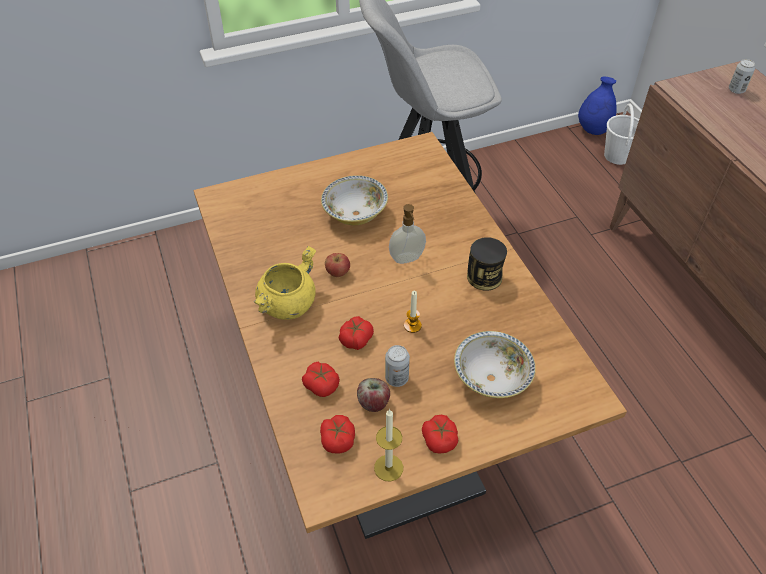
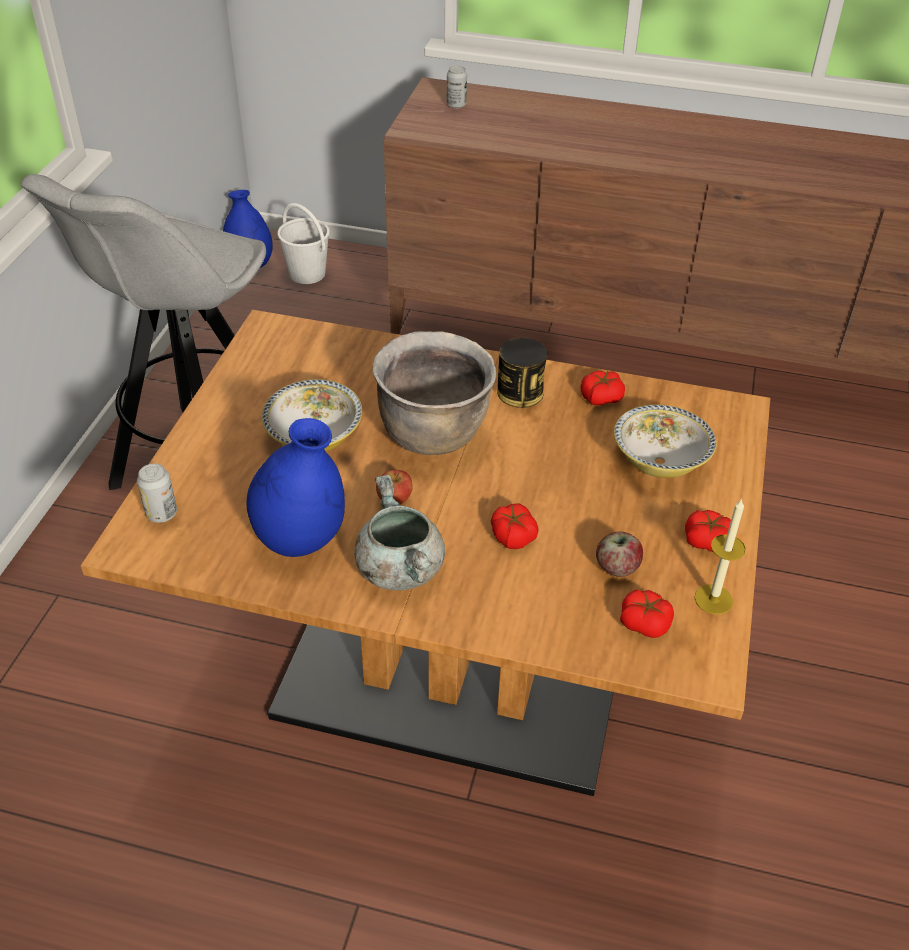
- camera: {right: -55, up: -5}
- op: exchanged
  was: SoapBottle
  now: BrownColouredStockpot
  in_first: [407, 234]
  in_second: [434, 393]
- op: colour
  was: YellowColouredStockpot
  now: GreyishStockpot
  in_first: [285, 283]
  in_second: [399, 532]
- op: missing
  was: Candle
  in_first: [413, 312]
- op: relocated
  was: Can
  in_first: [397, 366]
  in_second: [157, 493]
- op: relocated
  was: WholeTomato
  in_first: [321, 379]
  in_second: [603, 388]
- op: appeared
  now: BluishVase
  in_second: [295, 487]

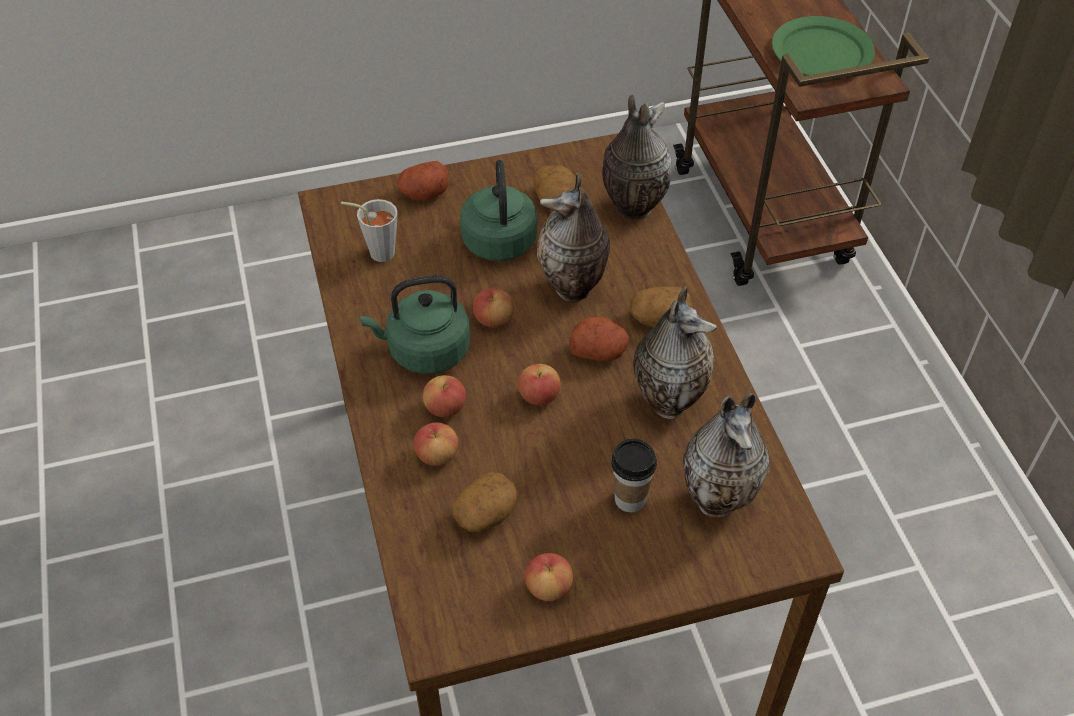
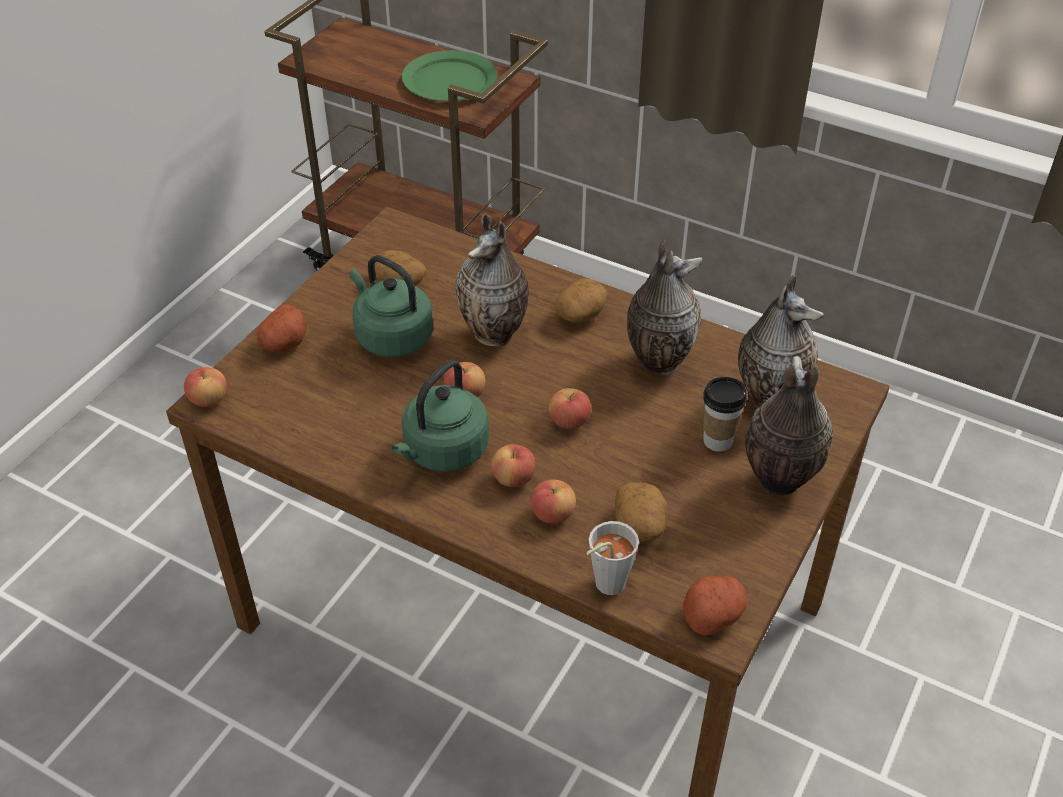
- camera: {right: -45, up: -5}
- op: relocated
  was: Vase
  in_first: [636, 157]
  in_second: [788, 426]
- op: relocated
  was: GreyishDrinkingCup
  in_first: [369, 230]
  in_second: [612, 558]
- op: relocated
  was: Potato
  in_first: [599, 339]
  in_second: [715, 605]
- op: relocated
  was: WholeApple
  in_first: [549, 577]
  in_second: [205, 387]

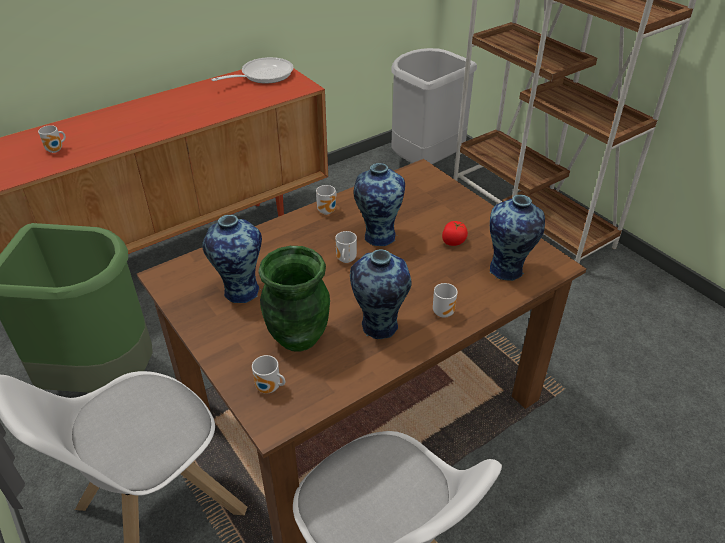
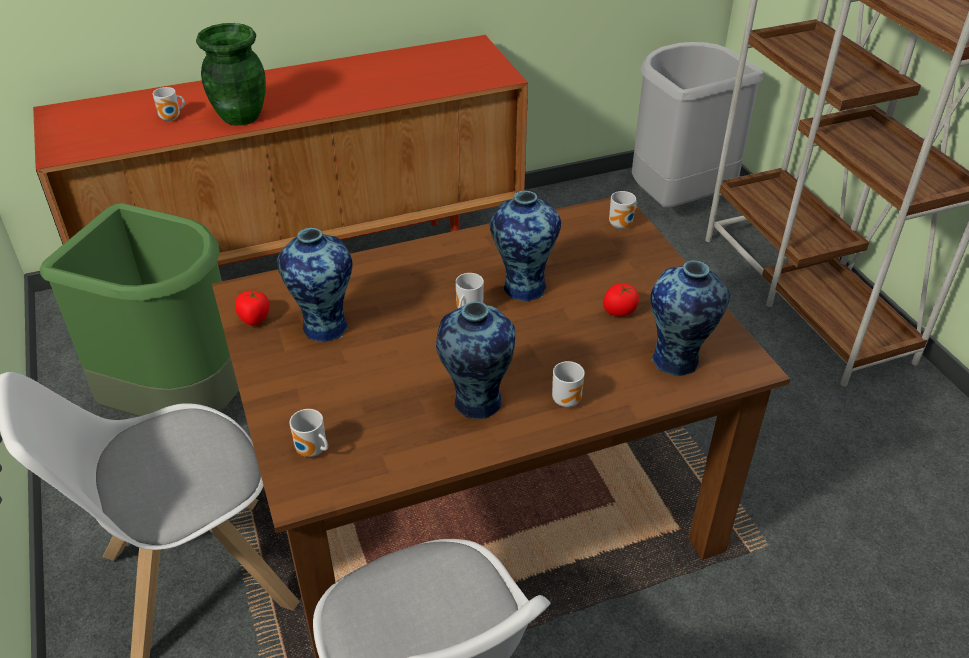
- camera: {right: 15, up: 0}
- op: missing
  was: FryingPan
  in_first: [252, 70]
- op: relocated
  was: CoffeeMug
  in_first: [326, 200]
  in_second: [623, 210]
- op: relocated
  was: GreenColouredVase
  in_first: [294, 299]
  in_second: [231, 74]
- op: appeared
  now: WholeTomato
  in_second: [252, 307]

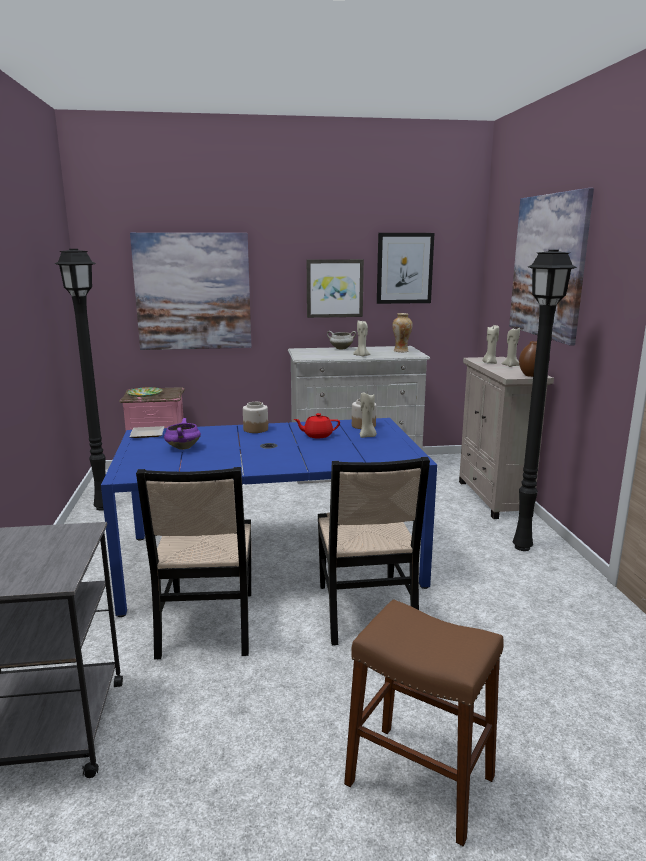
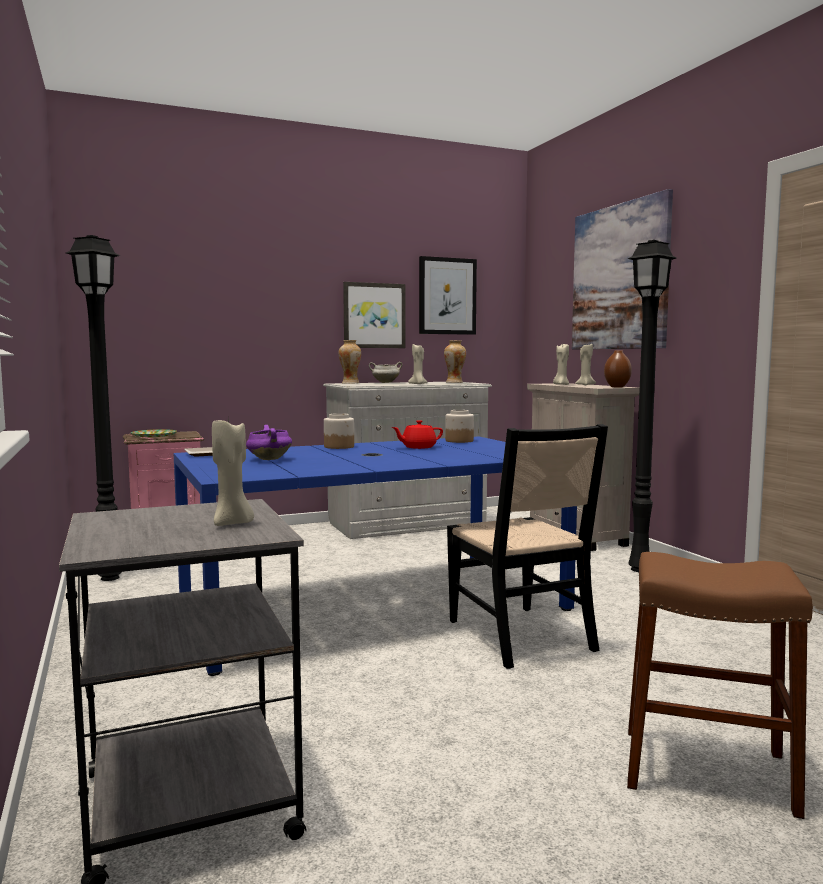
- camera: {right: -15, up: -10}
- op: missing
  was: WallArt
  in_first: [190, 291]
- op: relocated
  was: SandColouredCandle
  in_first: [368, 415]
  in_second: [233, 471]
- op: missing
  was: Chair
  in_first: [193, 563]
- op: appeared
  now: Vase
  in_second: [350, 362]

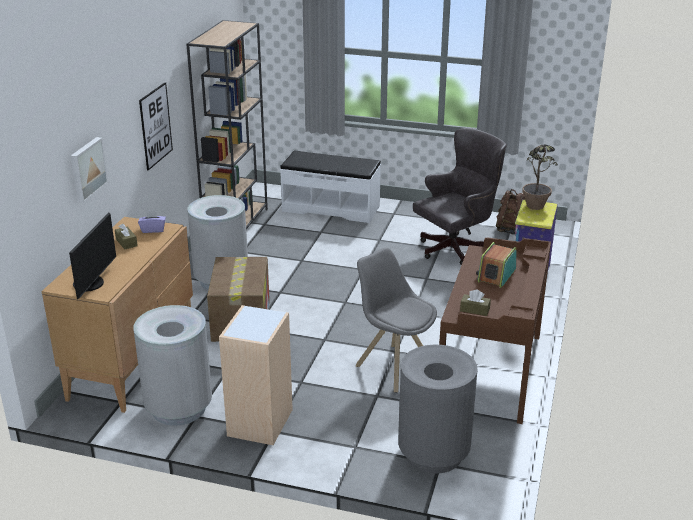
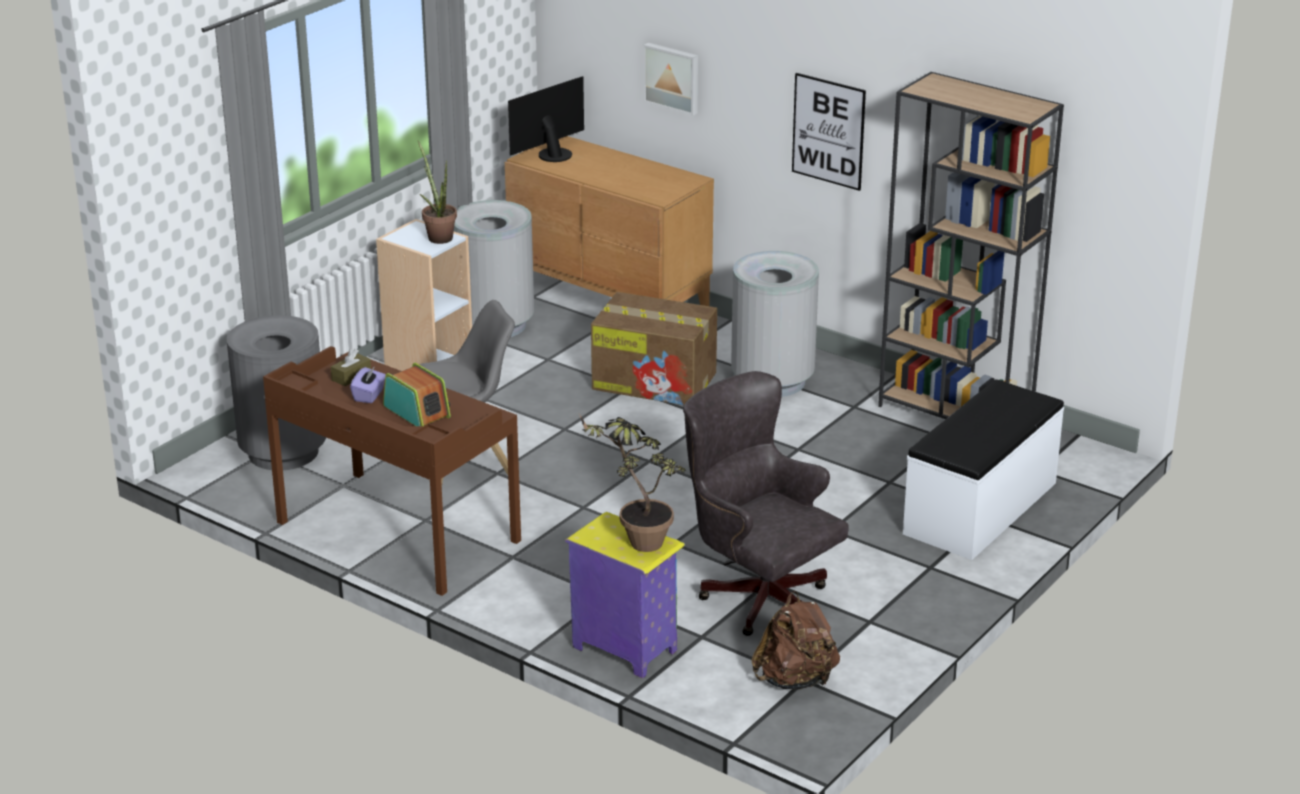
- camera: {right: 110, up: 0}
- op: spun
  was: GreyishDeskChair
  in_first: [460, 196]
  in_second: [766, 503]
  clockwise: 150
- op: relocated
  was: PurpleBoxOfTissues
  in_first: [152, 222]
  in_second: [368, 384]
- op: spun
  was: Monitor
  in_first: [92, 256]
  in_second: [546, 119]
  clockwise: 105
- op: missing
  was: BrownColouredBoxOfTissues
  in_first: [126, 236]
- op: appeared
  now: PottedPlant
  in_second: [437, 192]

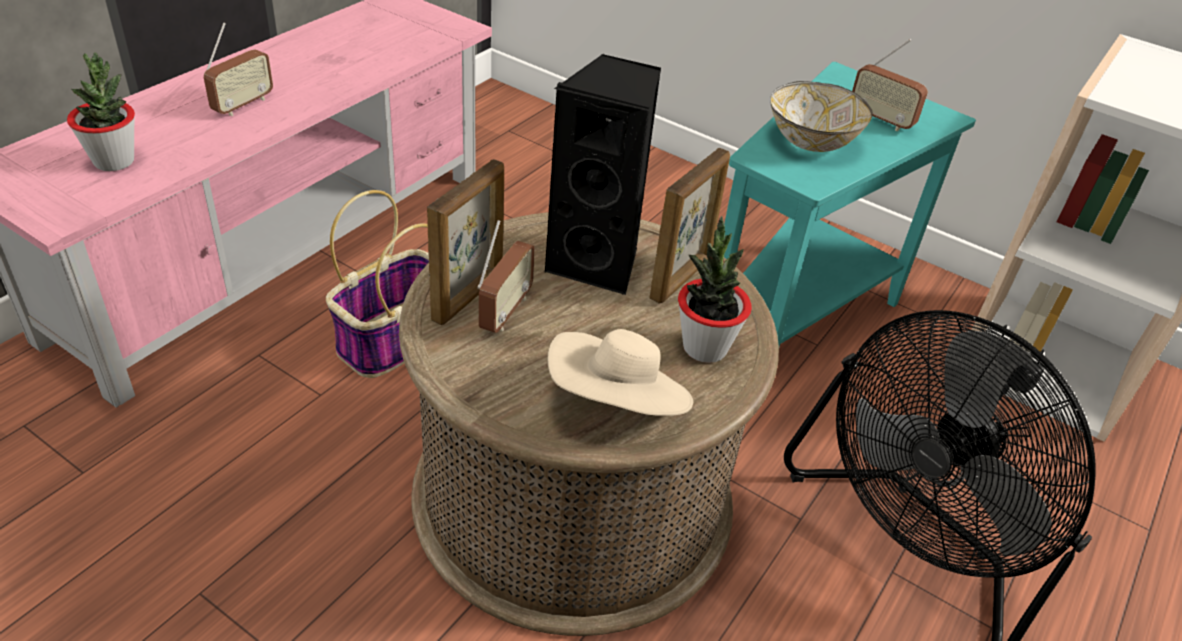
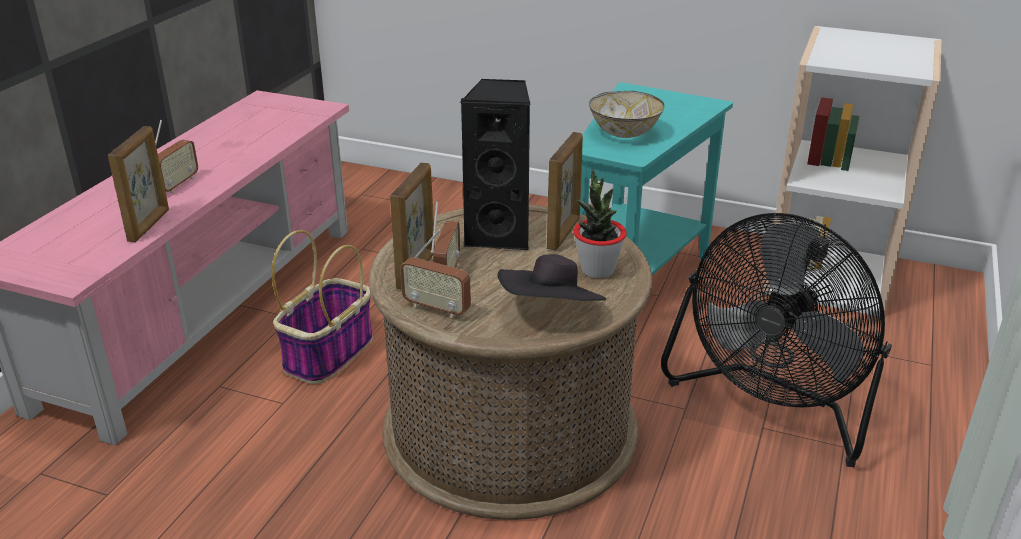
- camera: {right: -10, up: -10}
- op: relocated
  was: Radio
  in_first: [890, 85]
  in_second: [435, 274]
- op: missing
  was: PottedPlant
  in_first: [101, 111]
- op: colour
  was: SandColouredClothingHat
  now: BlackClothingHat
  in_first: [620, 372]
  in_second: [551, 277]
- op: appeared
  now: StandingFrame
  in_second: [138, 184]

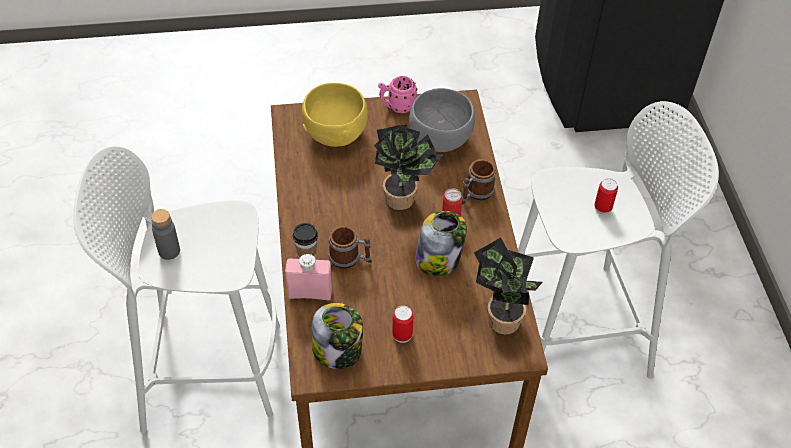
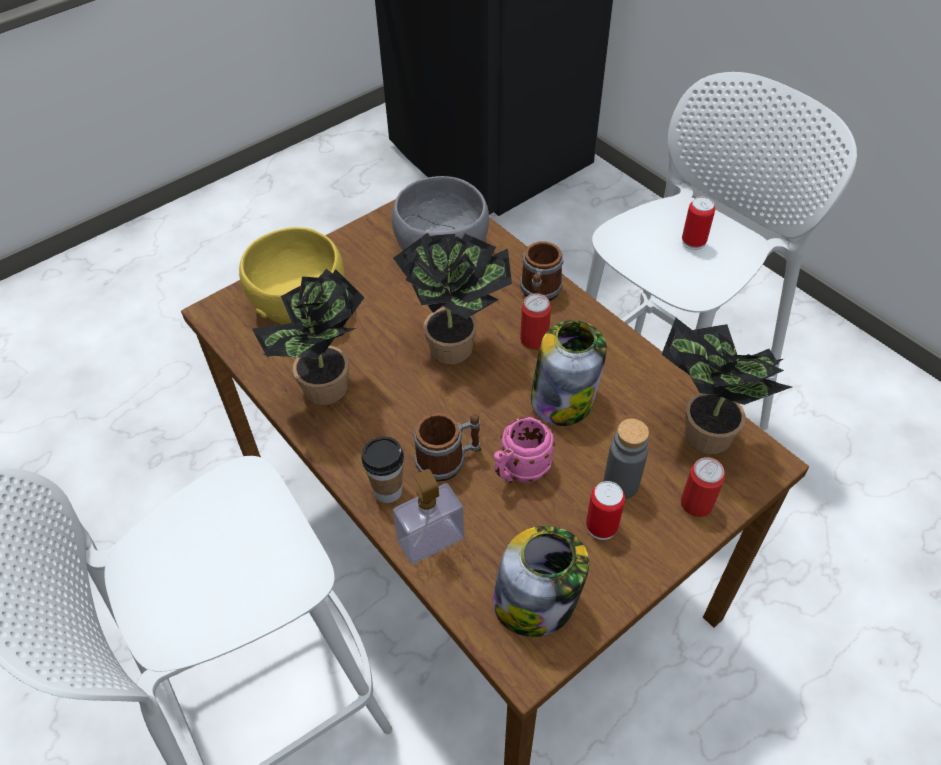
- camera: {right: -30, up: 0}
- op: relocated
  was: PinkishCoffeeMug
  in_first: [397, 94]
  in_second: [524, 450]
- op: relocated
  was: GreyishBeverageBottle
  in_first: [165, 234]
  in_second: [626, 459]
- op: exchanged
  was: PinkishBeverageBottle
  now: SoapBottle
  in_first: [308, 277]
  in_second: [428, 516]
- op: appeared
  now: PottedPlant
  in_second: [308, 337]
- op: appeared
  now: Can
  in_second: [703, 487]

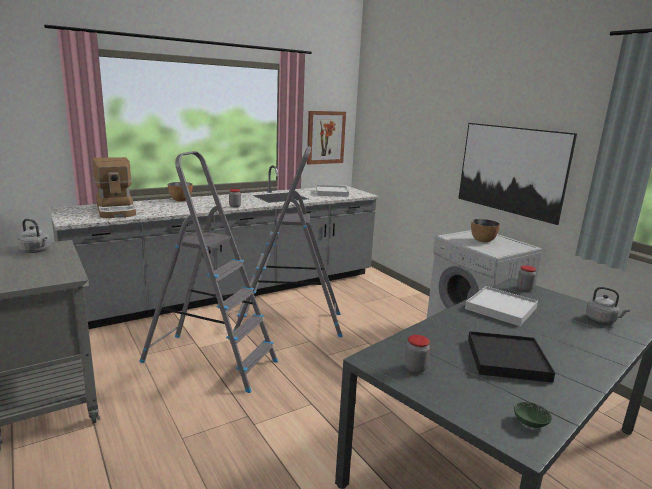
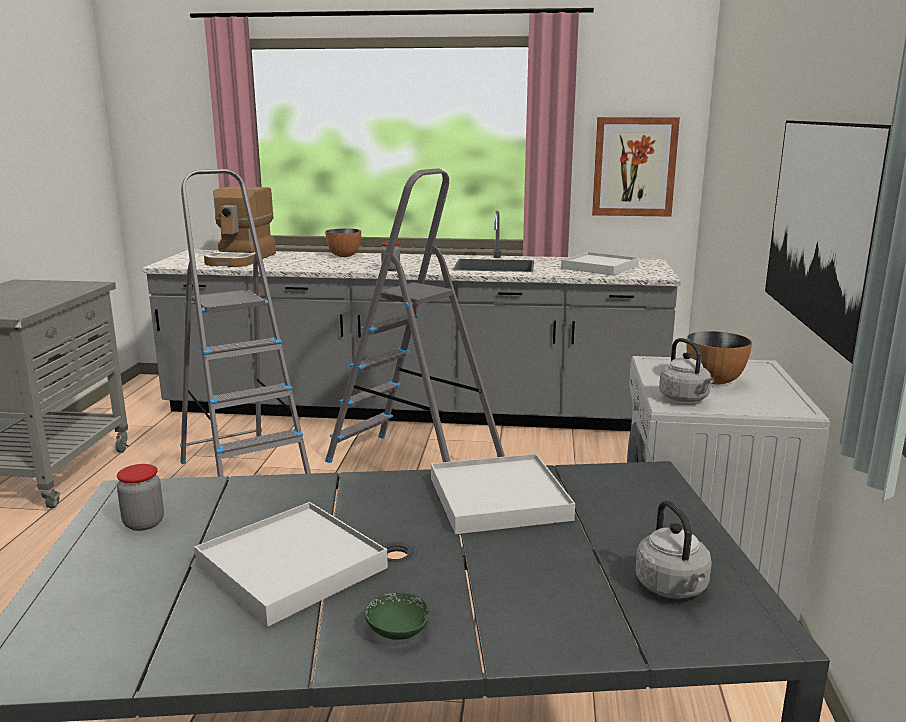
- camera: {right: 40, up: 0}
- op: relocated
  was: GreyishKettle
  in_first: [34, 236]
  in_second: [686, 370]
- op: missing
  was: PreserveJar
  in_first: [526, 278]
- op: colour
  was: BlackServingTray
  now: WhitishServingTray
  in_first: [511, 357]
  in_second: [291, 564]
- op: relocated
  was: GreenColouredBowl
  in_first: [533, 415]
  in_second: [397, 616]

